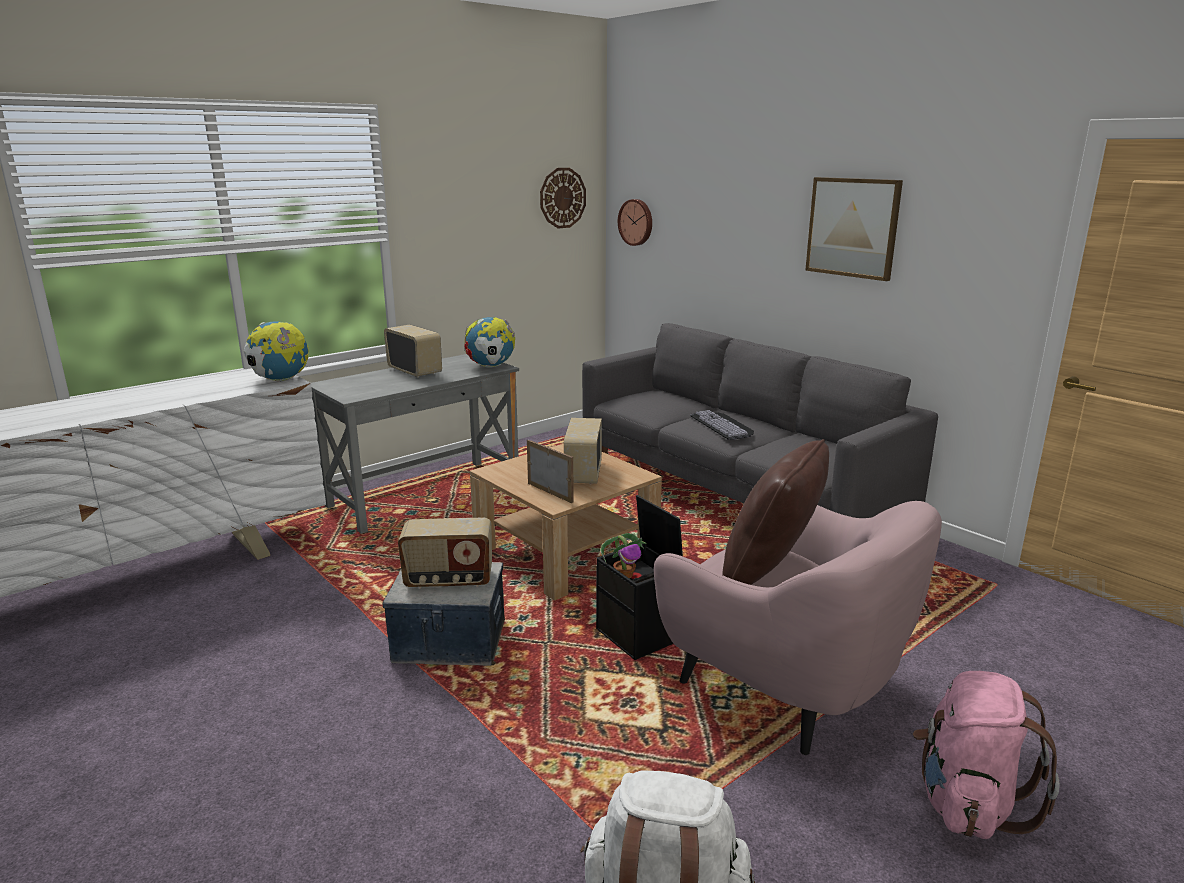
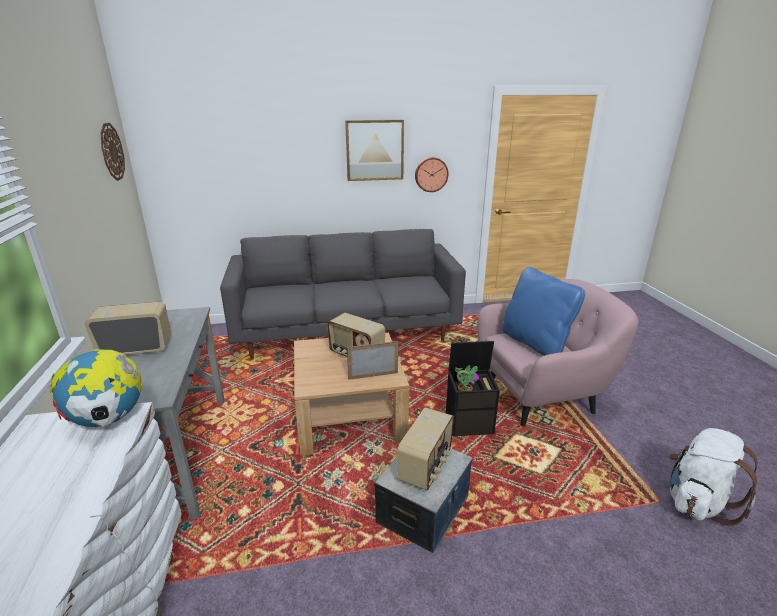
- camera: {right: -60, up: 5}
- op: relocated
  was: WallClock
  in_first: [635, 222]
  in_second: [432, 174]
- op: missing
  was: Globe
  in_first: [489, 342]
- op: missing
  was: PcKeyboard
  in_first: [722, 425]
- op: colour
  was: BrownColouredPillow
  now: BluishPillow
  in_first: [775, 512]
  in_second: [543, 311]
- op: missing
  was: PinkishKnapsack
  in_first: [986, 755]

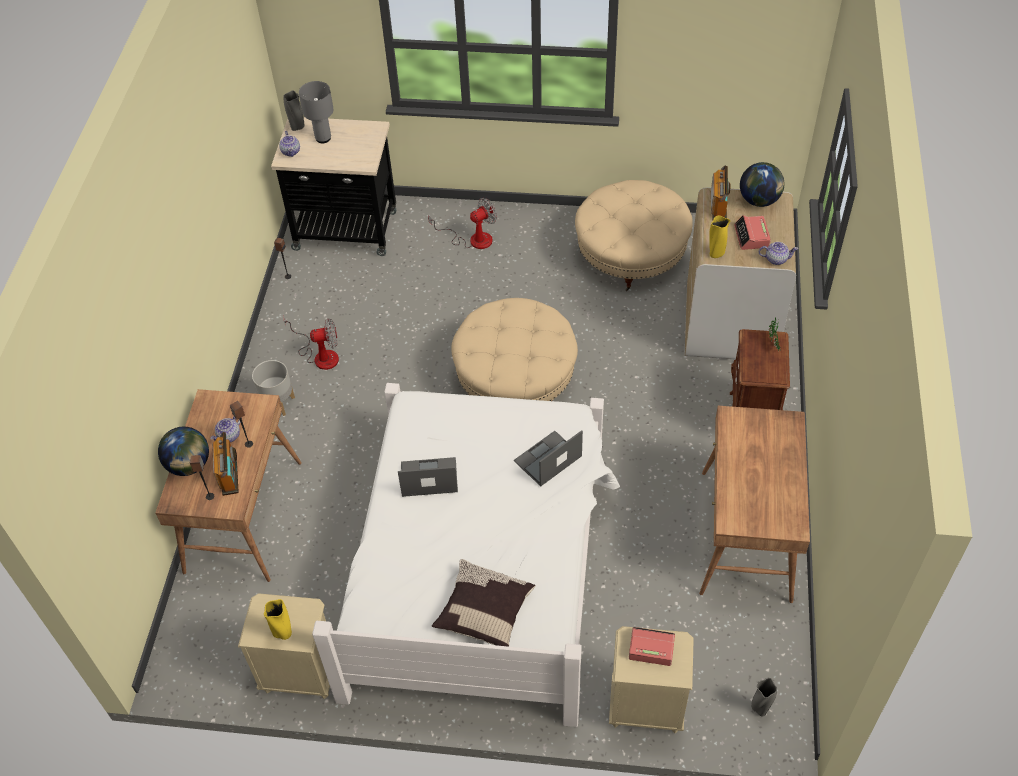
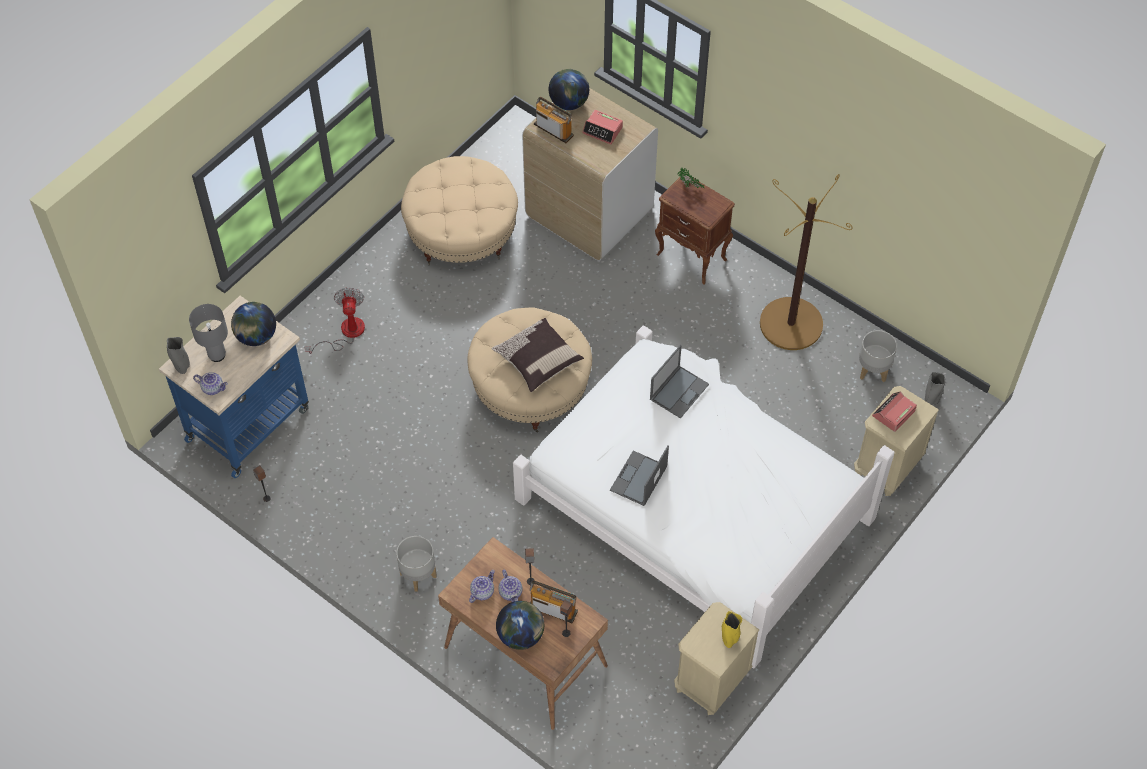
- camera: {right: -60, up: 5}
- op: colour
  was: BlackCart
  now: BluishCart
  in_first: [334, 186]
  in_second: [234, 387]
- op: missing
  was: YellowColouredVase
  in_first: [719, 237]
- op: relocated
  was: PotForTea
  in_first: [778, 253]
  in_second: [482, 586]
- op: missing
  was: CoolingFan
  in_first: [311, 343]
- op: exchanged
  was: BrownColouredDesk
  now: BrownColouredGarmentStand
  in_first: [754, 504]
  in_second: [806, 262]
- op: spun
  was: PortableComputer
  in_first: [548, 458]
  in_second: [679, 381]
  clockwise: -135
- op: relocated
  was: Pillow
  in_first: [484, 603]
  in_second: [538, 355]
- op: appeared
  now: Globe
  in_second: [253, 324]
- op: appeared
  now: GreyishPlanter
  in_second: [878, 356]

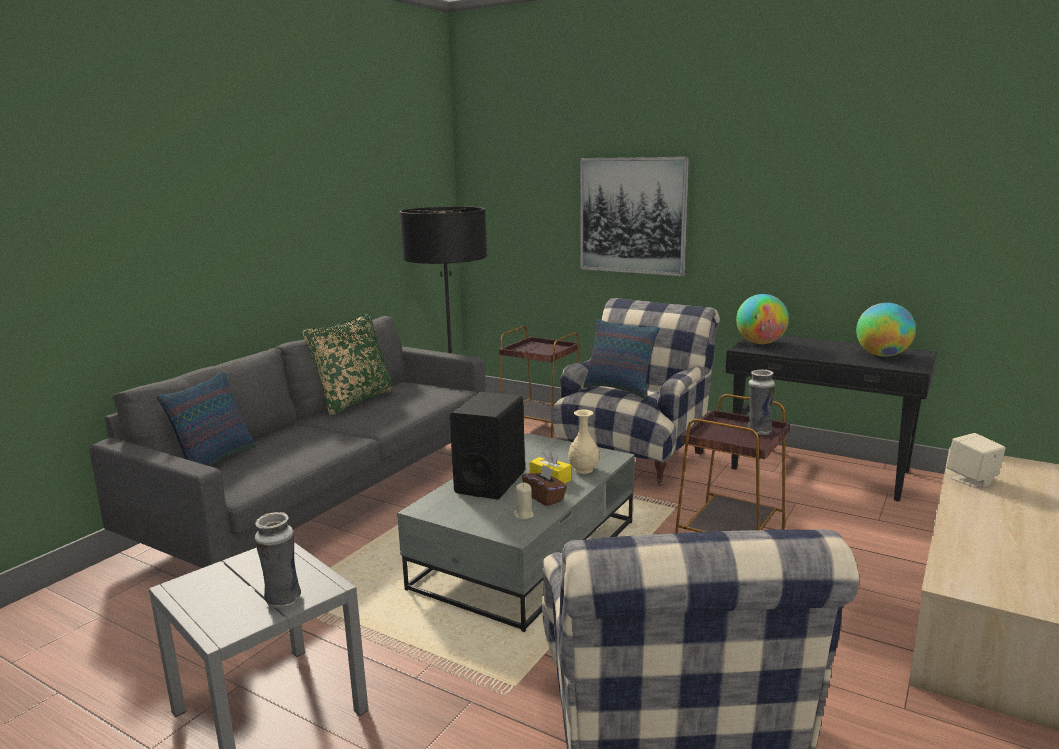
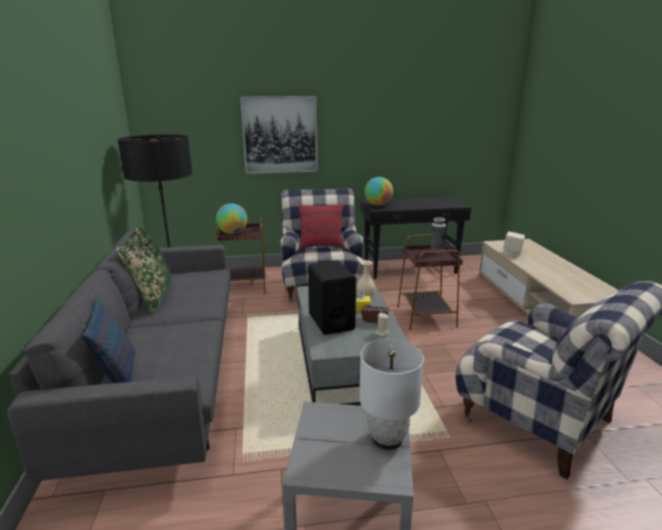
- camera: {right: -40, up: 5}
- op: relocated
  was: Globe
  in_first: [886, 330]
  in_second: [231, 218]
- op: colour
  was: BluishPillow
  now: RedPillow
  in_first: [621, 358]
  in_second: [321, 227]
- op: exchanged
  was: Vase
  now: WhitishLampForATable
  in_first: [278, 560]
  in_second: [391, 394]

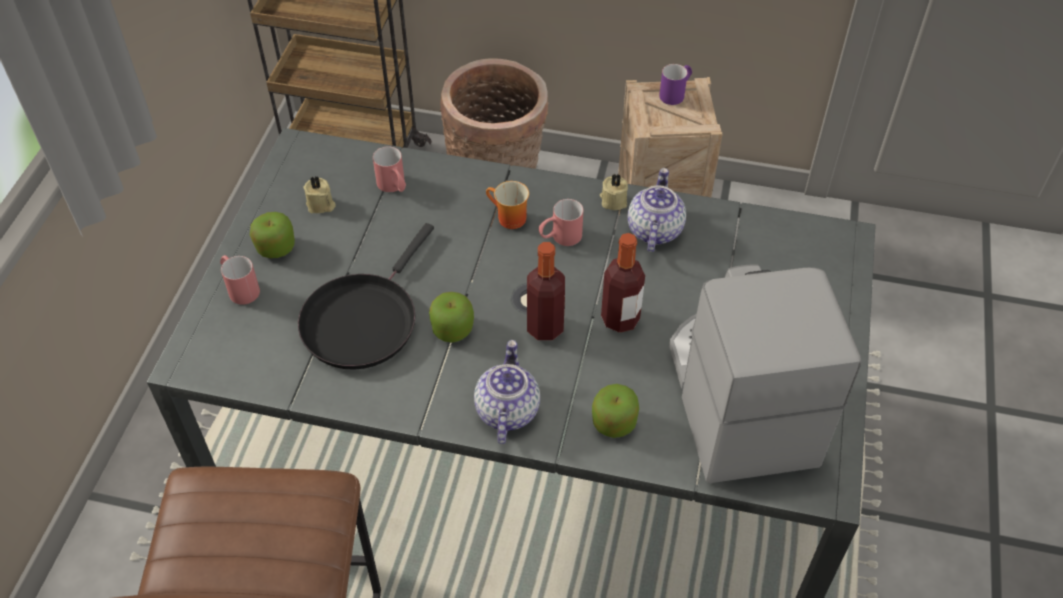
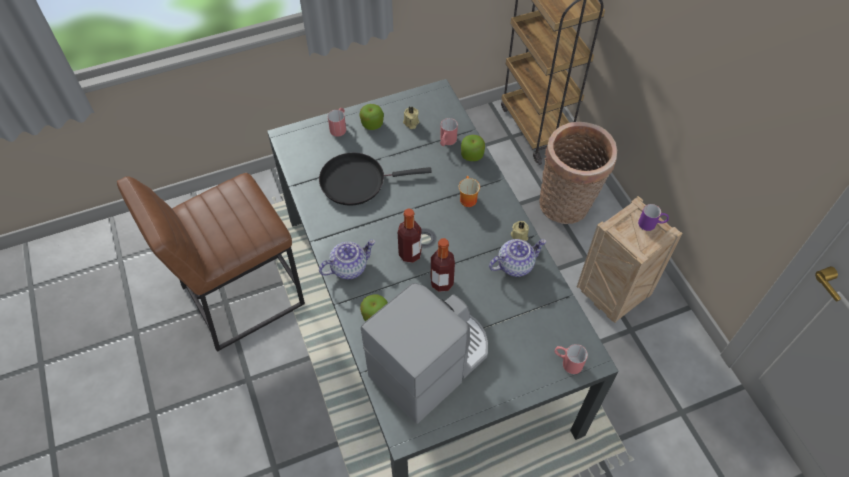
- camera: {right: 55, up: 5}
- op: relocated
  was: RedCoffeeMug
  in_first: [561, 222]
  in_second: [571, 359]
- op: relocated
  was: WholeApple
  in_first: [451, 317]
  in_second: [473, 148]

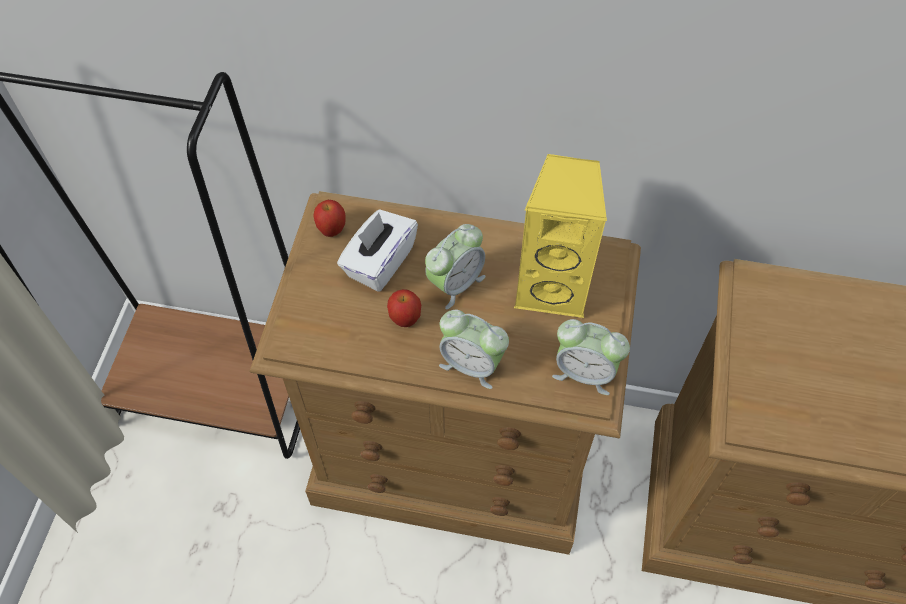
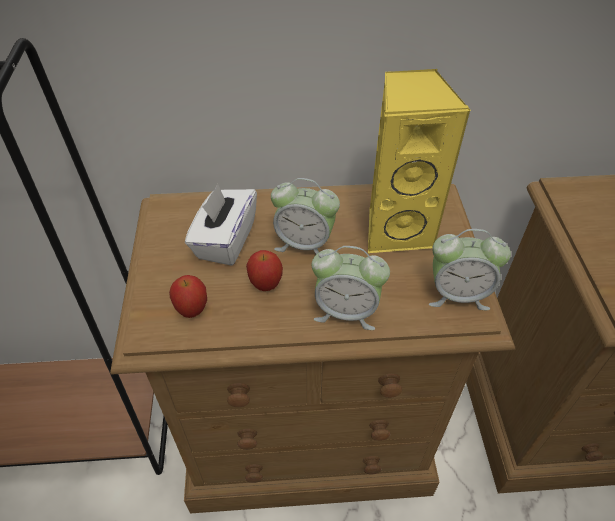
- camera: {right: -15, up: -10}
- op: relocated
  was: WholeApple
  in_first: [329, 218]
  in_second: [188, 296]
- op: spun
  was: AlarmClock
  in_first: [455, 266]
  in_second: [305, 216]
  clockwise: 75

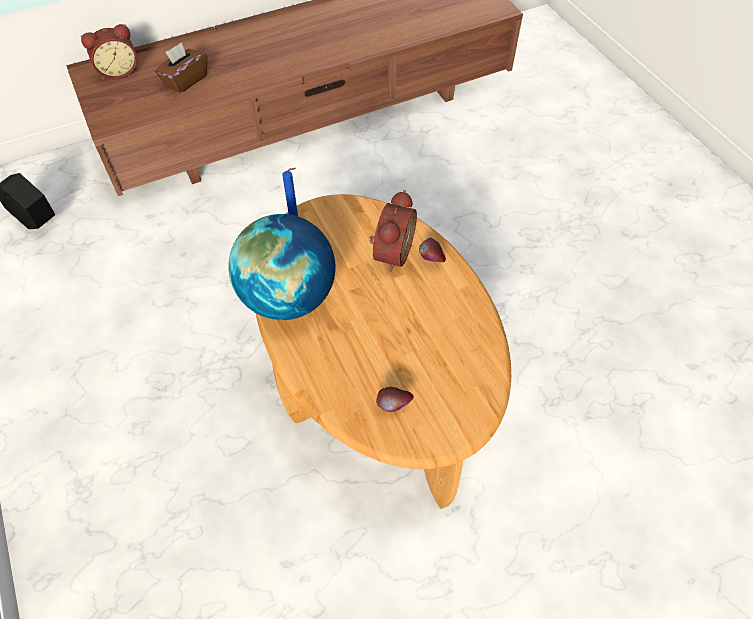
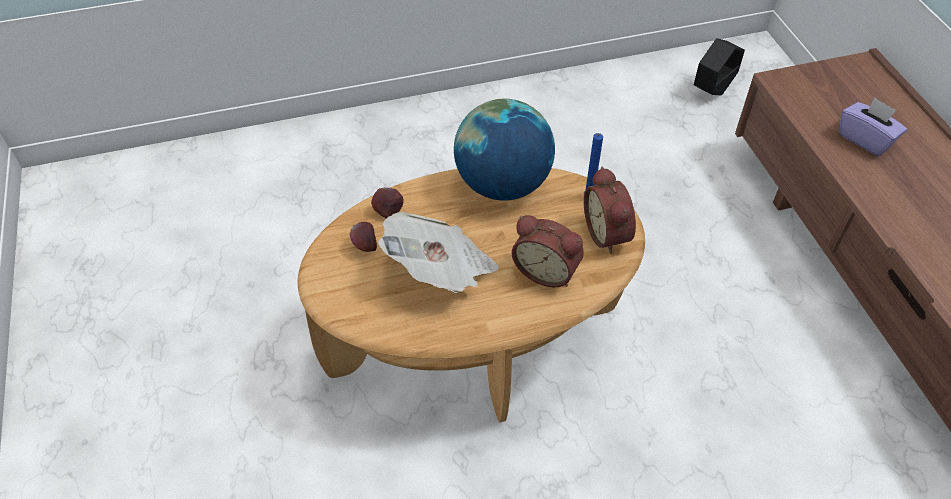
- camera: {right: 100, up: -5}
- op: relocated
  was: AlarmClock
  in_first: [109, 52]
  in_second: [610, 210]
- op: colour
  was: BrownColouredBoxOfTissues
  now: PurpleBoxOfTissues
  in_first: [181, 67]
  in_second: [873, 126]
- op: relocated
  was: WholeApple
  in_first: [432, 250]
  in_second: [387, 202]
- op: appeared
  now: DailyPaper
  in_second: [437, 252]

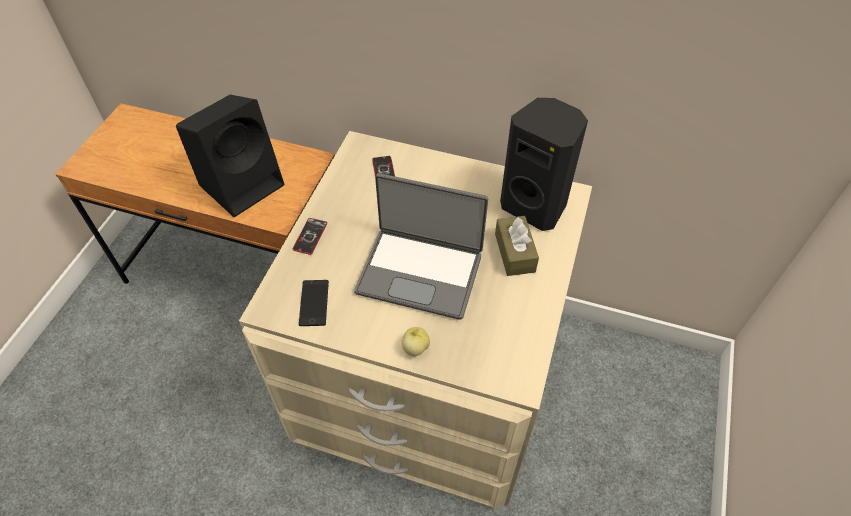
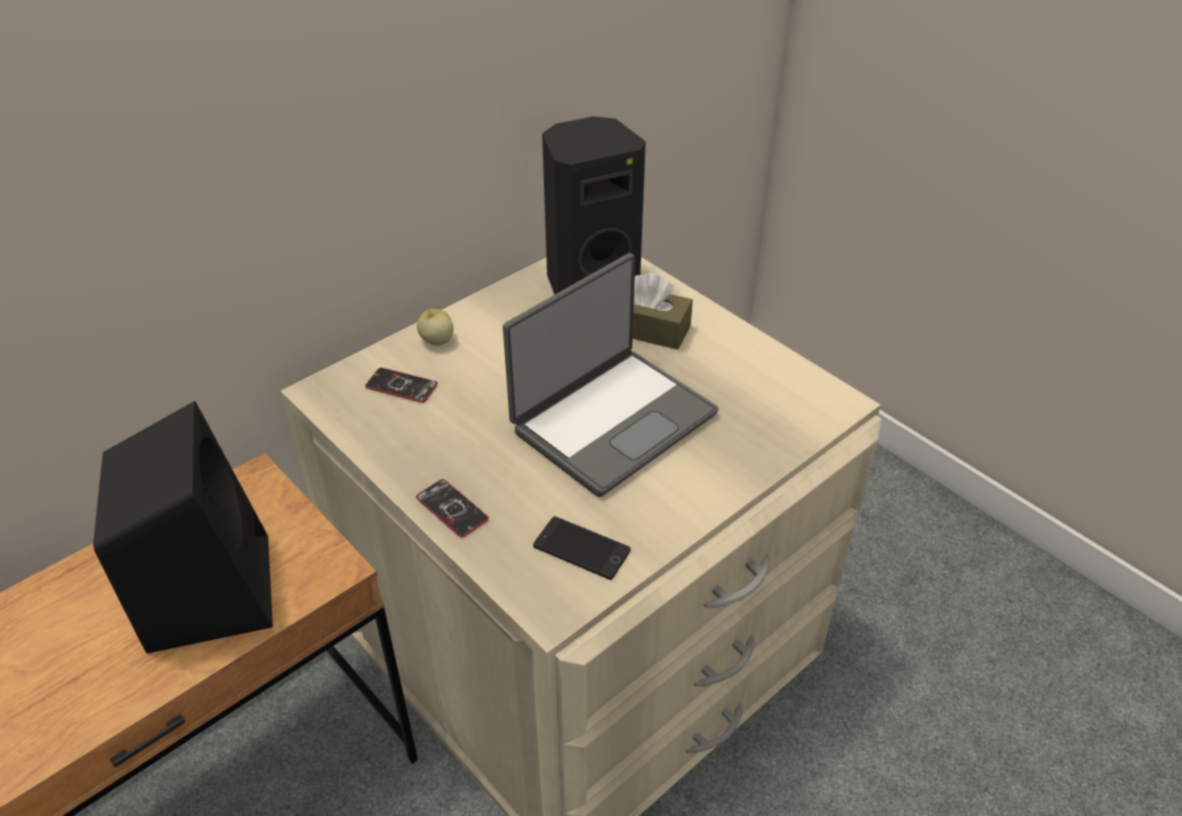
- camera: {right: -60, up: -10}
- op: relocated
  was: WholeApple
  in_first: [416, 341]
  in_second: [435, 327]

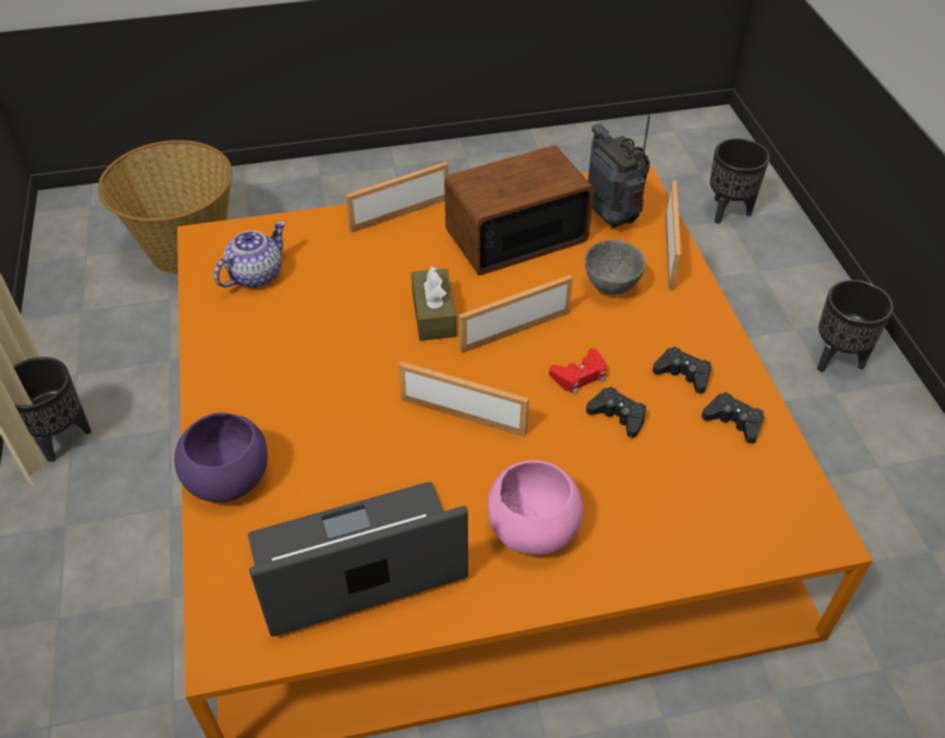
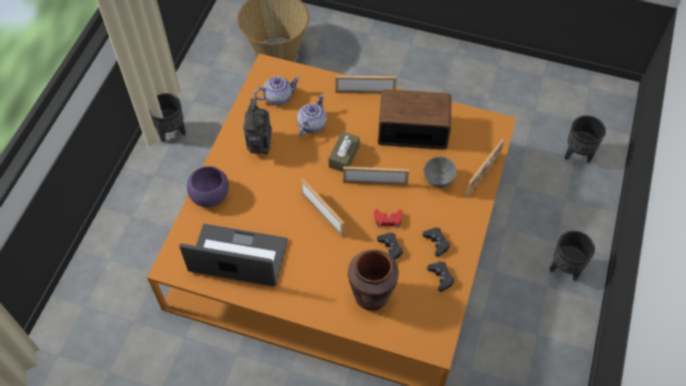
- camera: {right: 30, up: 10}
- op: relocated
  was: Radio
  in_first: [619, 171]
  in_second: [257, 126]
- op: missing
  was: PinkishBowl
  in_first: [535, 507]
- op: appeared
  now: PotForTea
  in_second: [312, 115]
- op: appeared
  now: BrownColouredVase
  in_second: [373, 280]

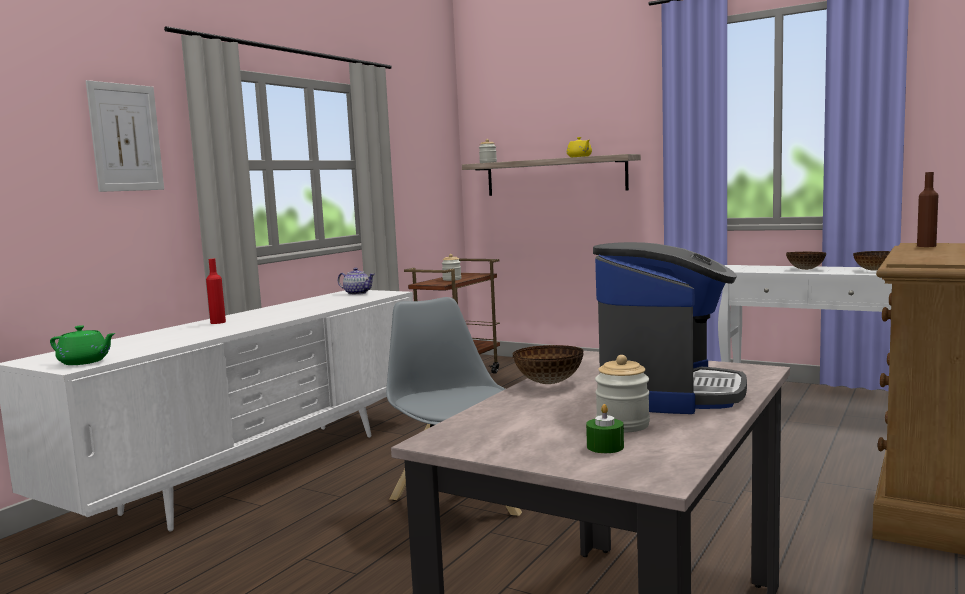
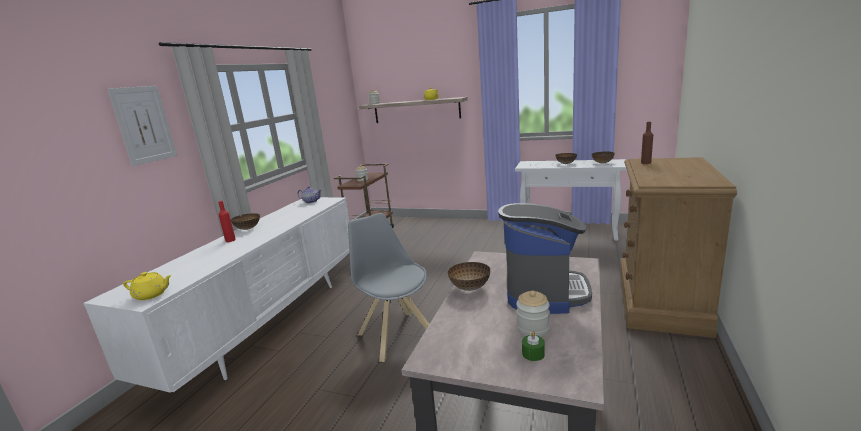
- camera: {right: -10, up: 10}
- op: colour
  was: GreenColouredPotForTea
  now: YellowColouredPotForTea
  in_first: [83, 345]
  in_second: [147, 286]
- op: appeared
  now: Bowl
  in_second: [245, 221]

